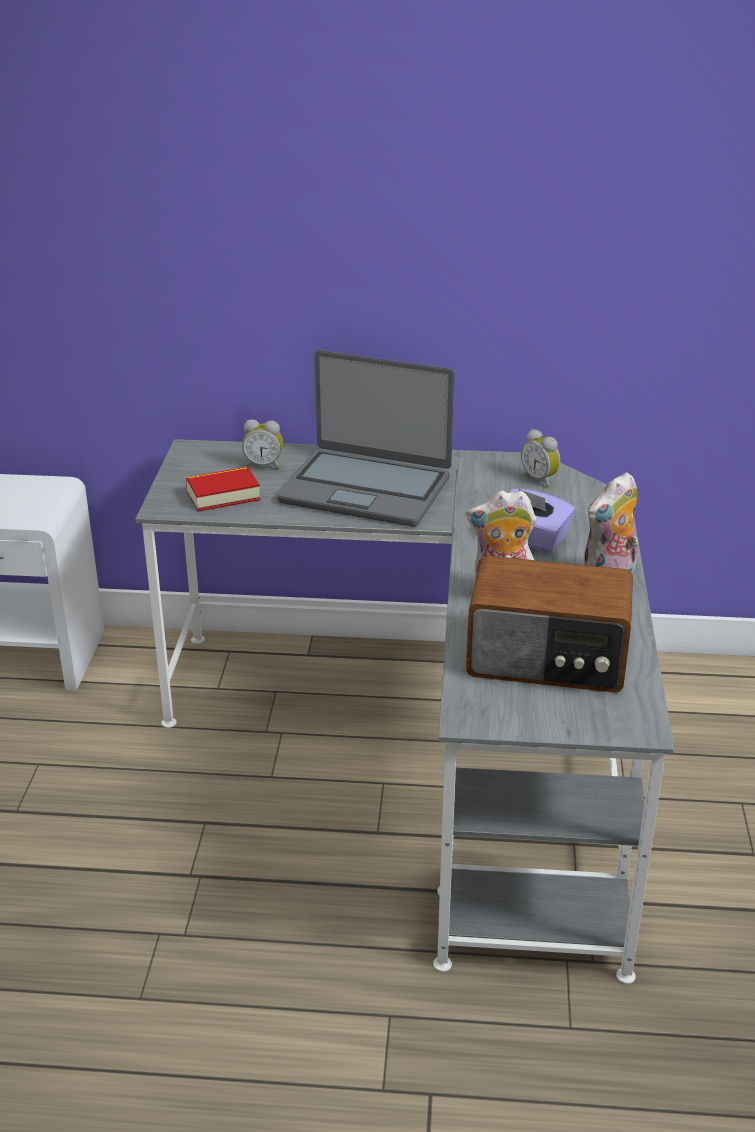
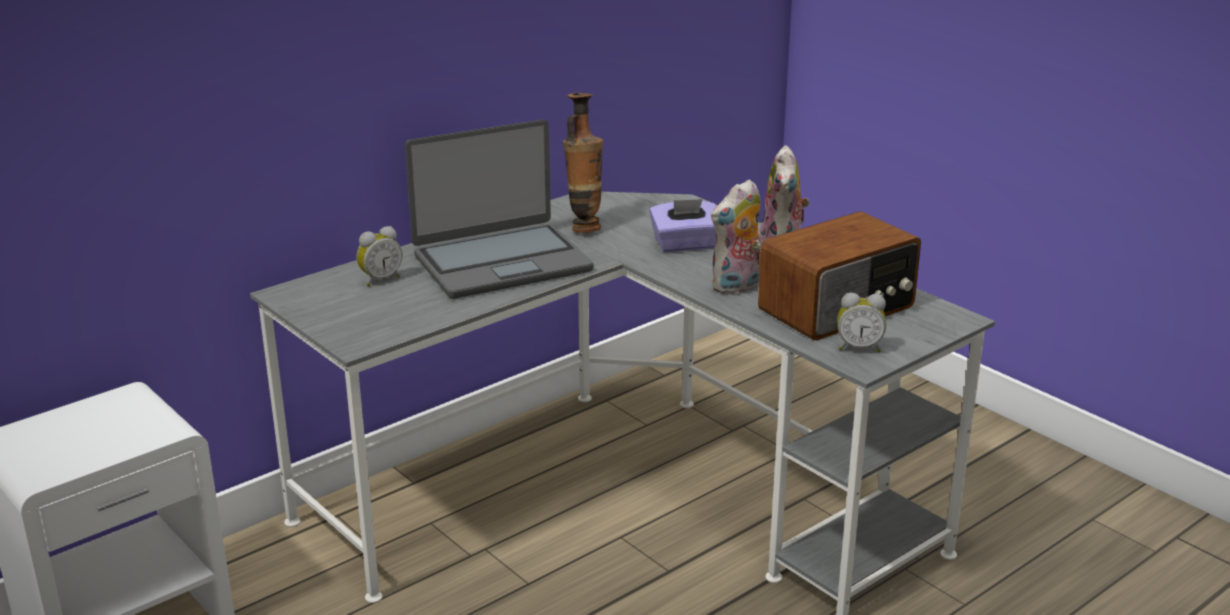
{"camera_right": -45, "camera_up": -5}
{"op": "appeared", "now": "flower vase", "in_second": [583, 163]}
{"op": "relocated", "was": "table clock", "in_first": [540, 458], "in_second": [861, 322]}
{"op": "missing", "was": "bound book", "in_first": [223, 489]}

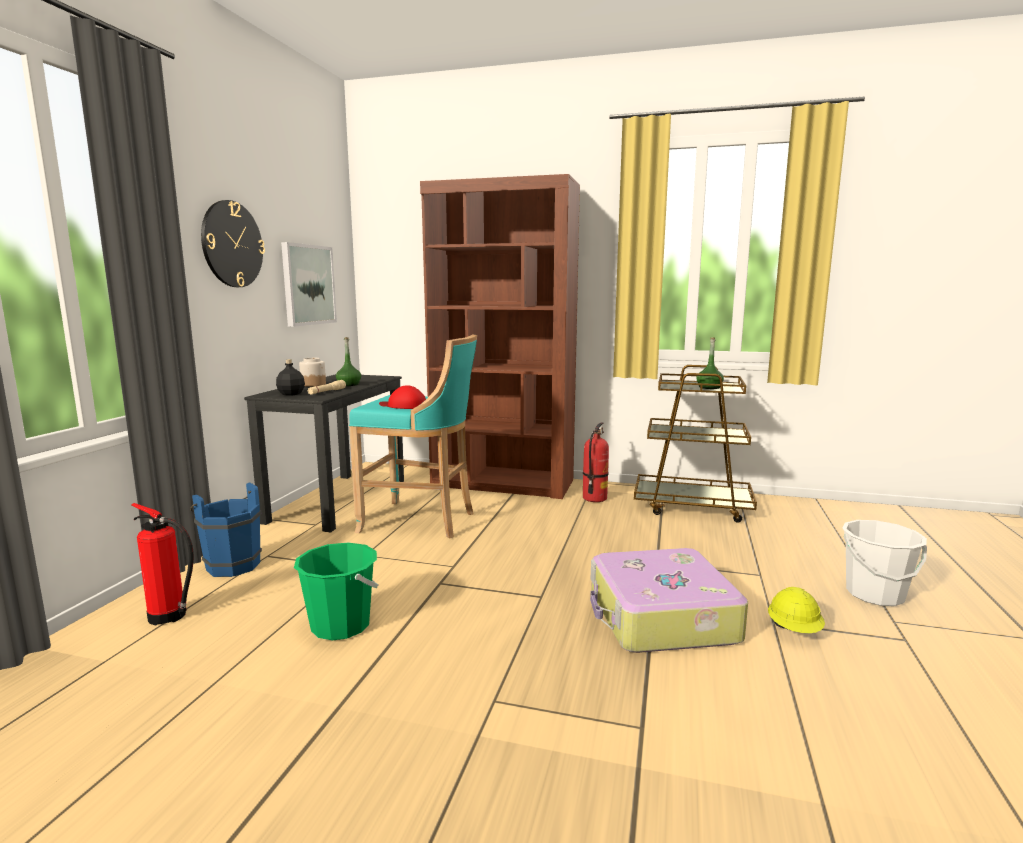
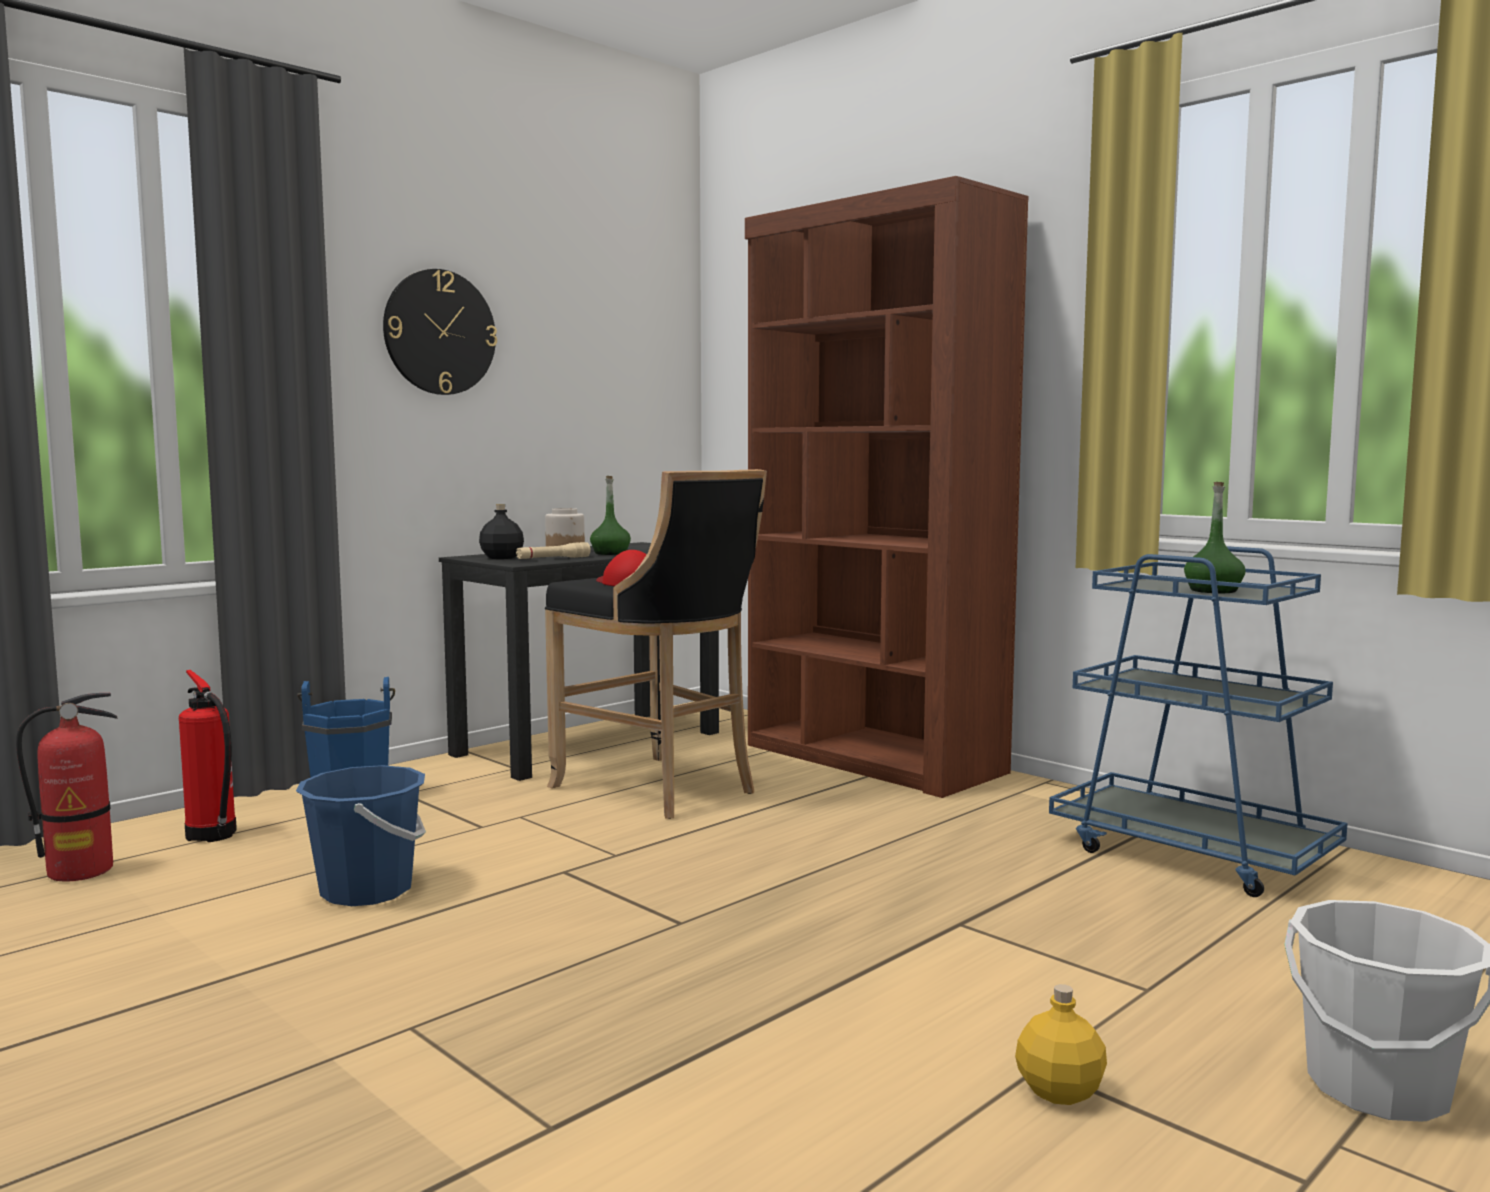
{"camera_right": 30, "camera_up": -5}
{"op": "relocated", "was": "fire-fighting cylinder", "in_first": [596, 462], "in_second": [66, 787]}
{"op": "colour", "was": "green-coloured water bucket", "now": "bluish water bucket", "in_first": [336, 591], "in_second": [361, 835]}
{"op": "colour", "was": "turquoise stool", "now": "blackish stool", "in_first": [413, 436], "in_second": [656, 644]}
{"op": "exchanged", "was": "yellow-coloured safety helmet", "now": "yellow-coloured beverage bottle", "in_first": [796, 610], "in_second": [1061, 1044]}
{"op": "colour", "was": "brown wheeled cart", "now": "bluish wheeled cart", "in_first": [695, 443], "in_second": [1198, 721]}
{"op": "missing", "was": "wall picture", "in_first": [309, 284]}
{"op": "missing", "was": "suitcase", "in_first": [669, 600]}

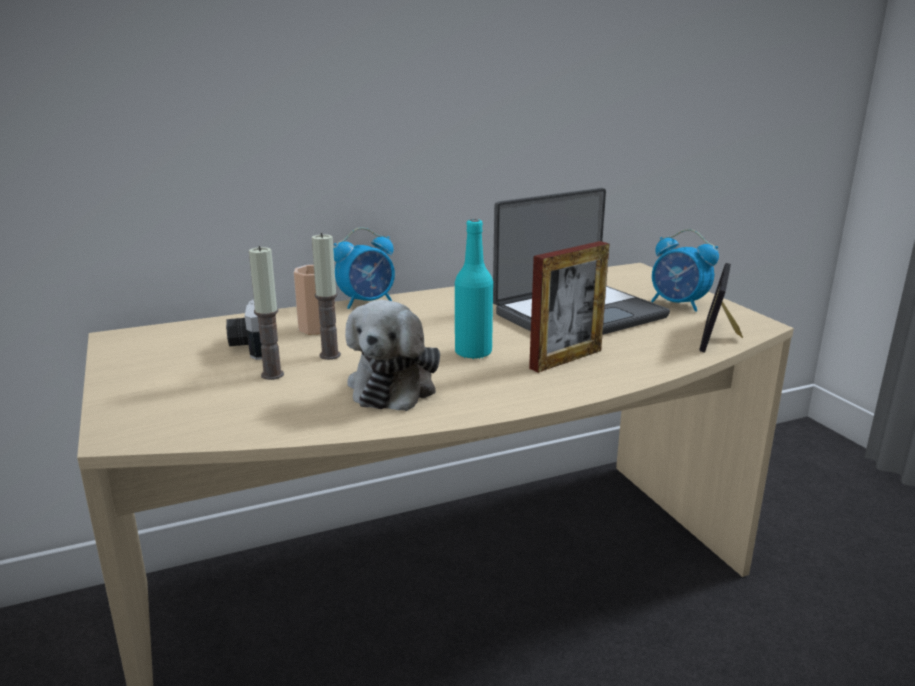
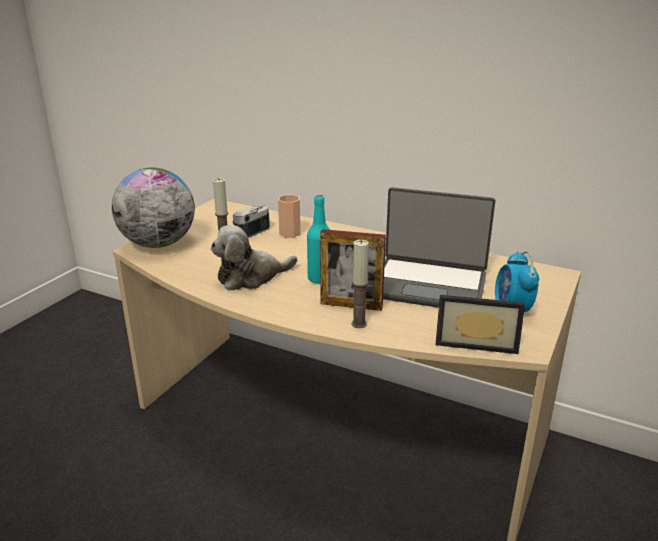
{"camera_right": 50, "camera_up": 5}
{"op": "appeared", "now": "desk globe", "in_second": [153, 208]}
{"op": "relocated", "was": "wax candle", "in_first": [326, 296], "in_second": [360, 284]}
{"op": "spun", "was": "photo frame", "in_first": [721, 308], "in_second": [480, 324], "clockwise": -150}
{"op": "missing", "was": "table clock", "in_first": [364, 268]}

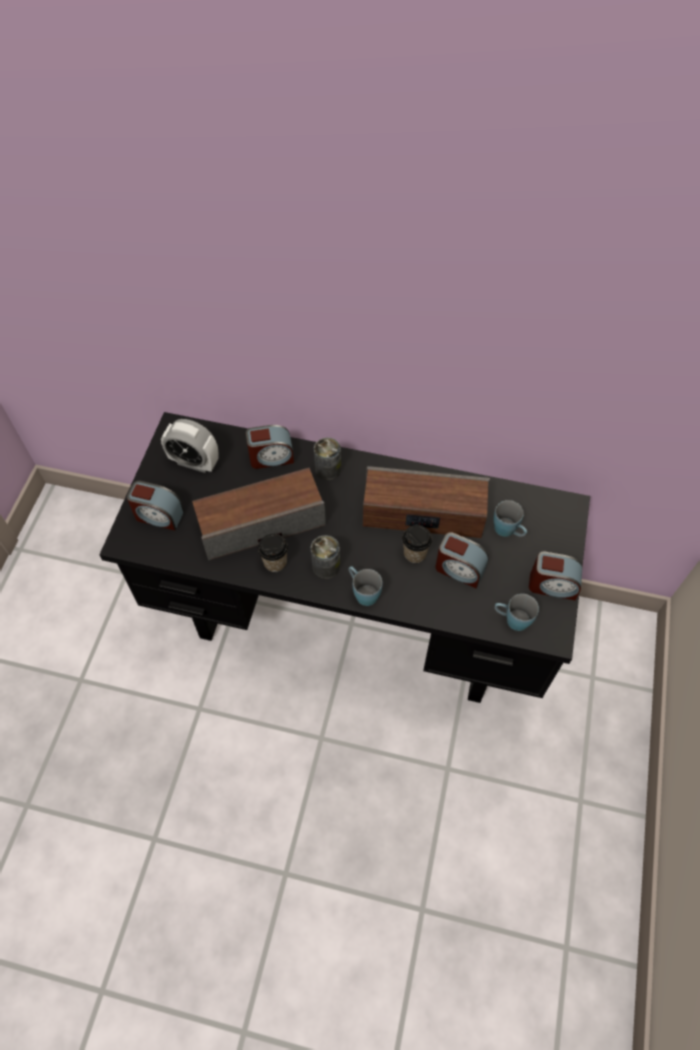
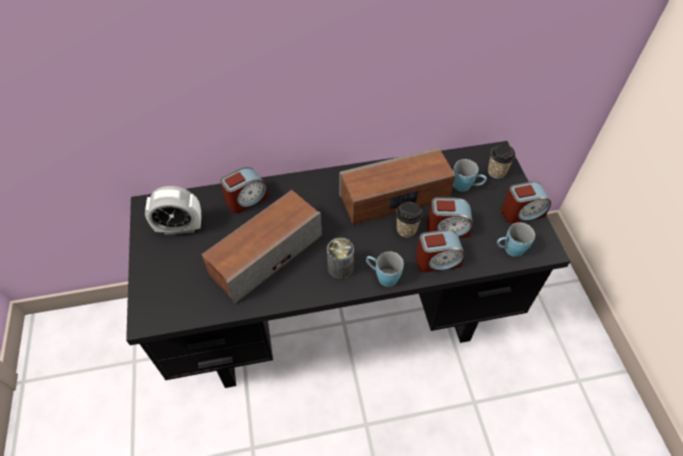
{"camera_right": -25, "camera_up": -5}
{"op": "relocated", "was": "table clock", "in_first": [155, 506], "in_second": [440, 251]}
{"op": "relocated", "was": "cup", "in_first": [273, 553], "in_second": [501, 161]}
{"op": "missing", "was": "metal can", "in_first": [327, 458]}

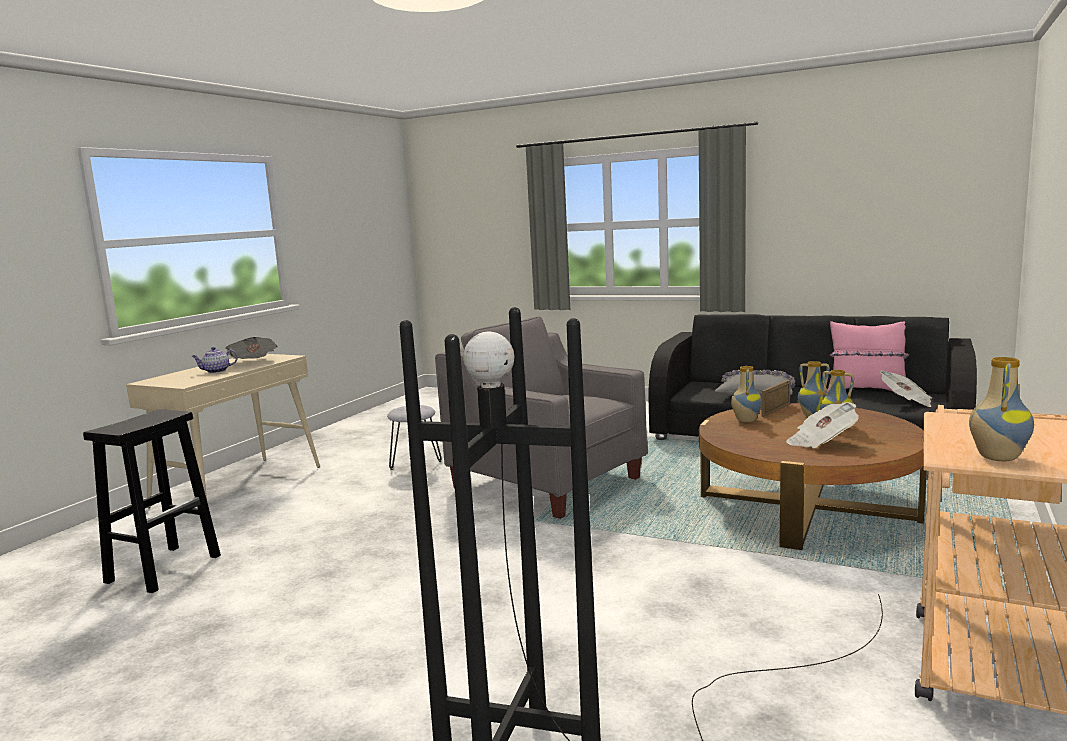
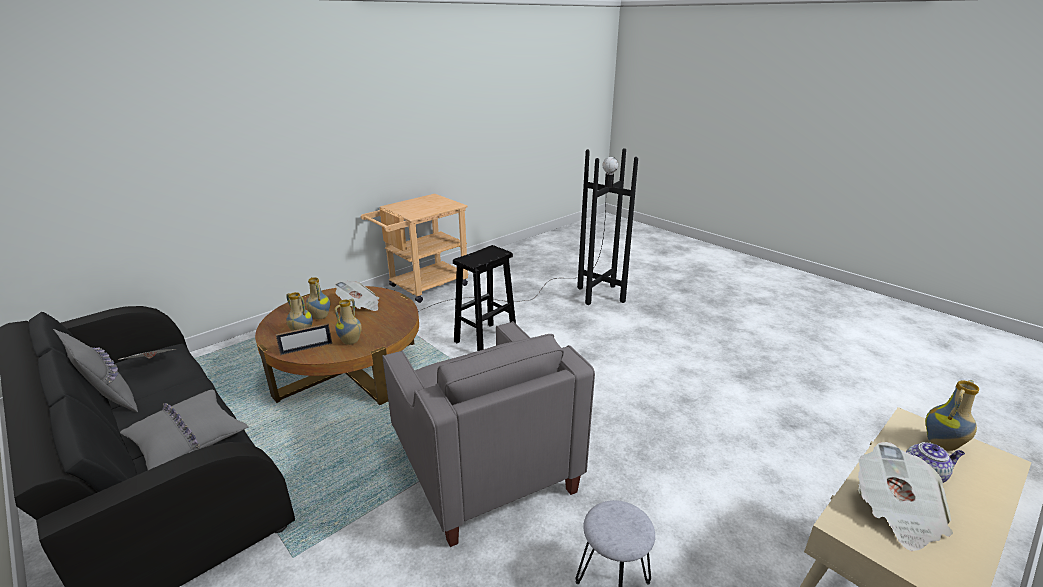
{"camera_right": -160, "camera_up": 15}
{"op": "colour", "was": "pink-coloured cushion", "now": "greyish cushion", "in_first": [869, 356], "in_second": [95, 370]}
{"op": "relocated", "was": "blackish stool", "in_first": [152, 501], "in_second": [484, 298]}
{"op": "relocated", "was": "flower vase", "in_first": [1001, 409], "in_second": [952, 415]}

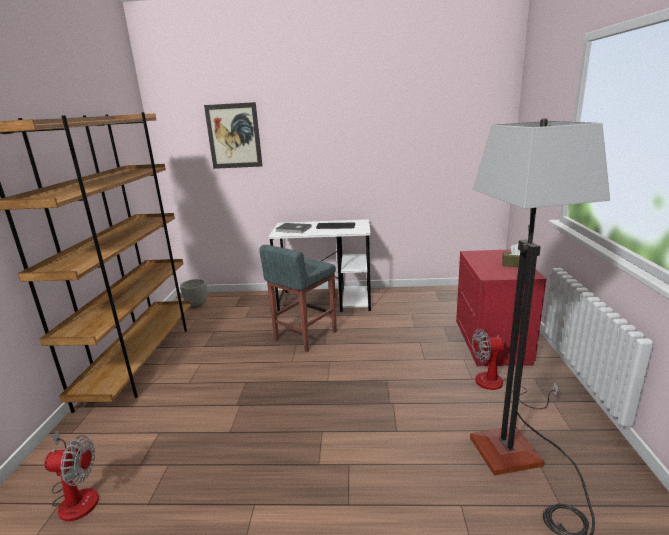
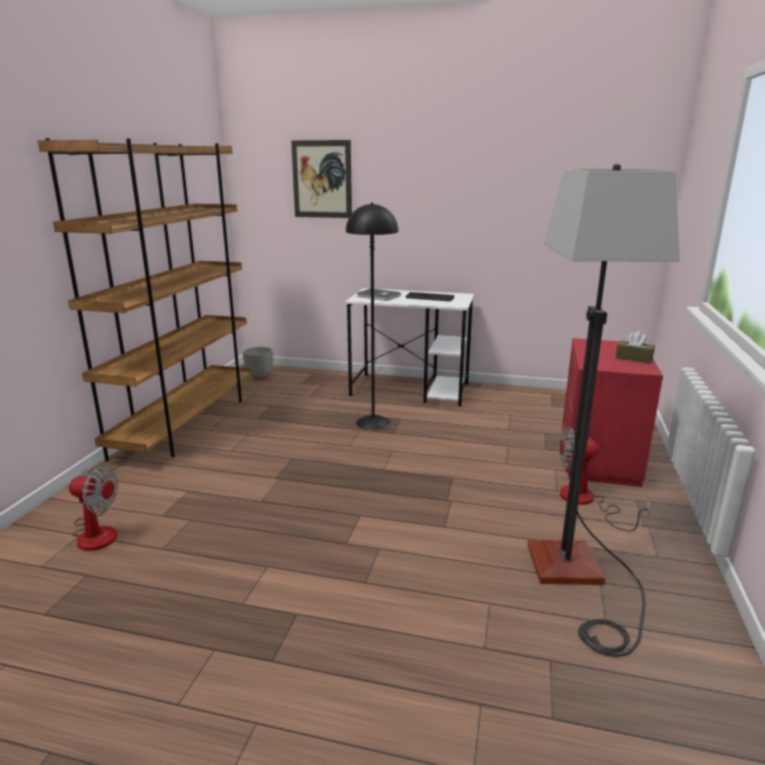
{"camera_right": 10, "camera_up": 0}
{"op": "exchanged", "was": "greyish stool", "now": "blackish floor lamp", "in_first": [298, 298], "in_second": [372, 316]}

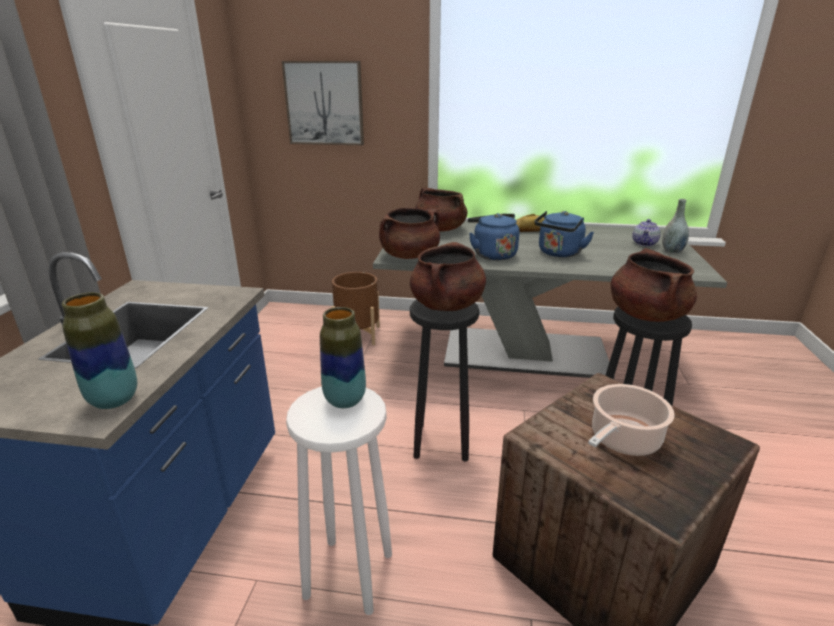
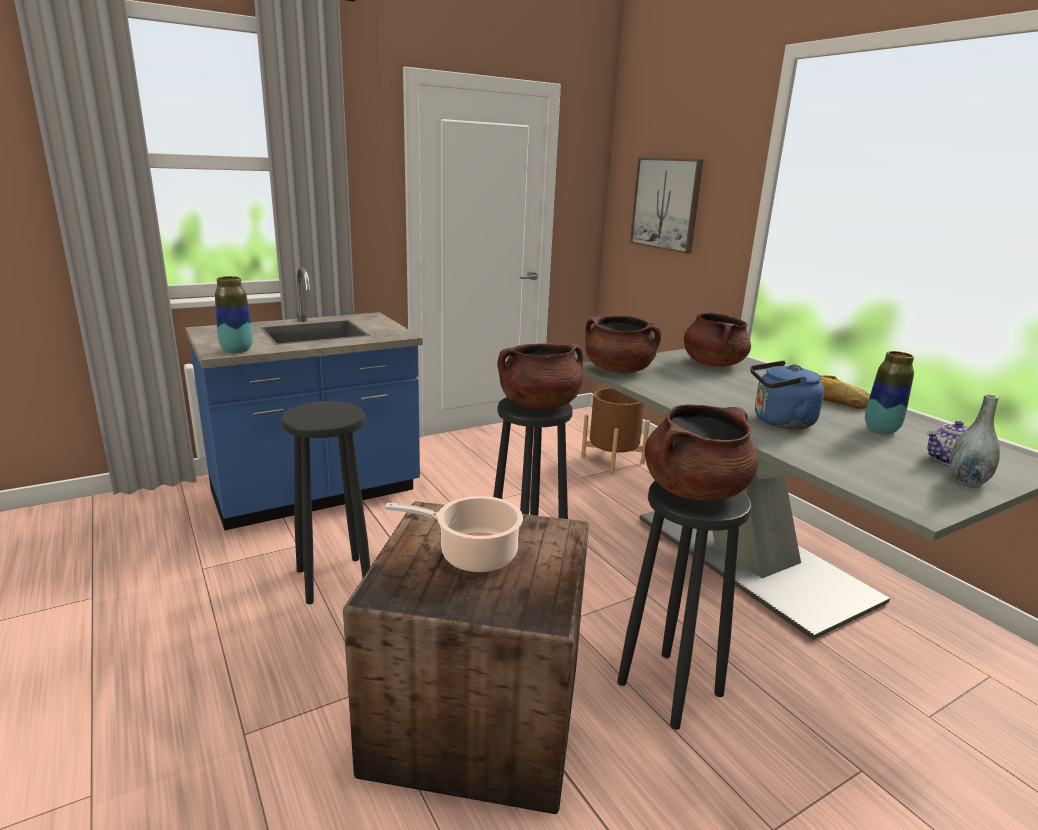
{"camera_right": 50, "camera_up": -5}
{"op": "colour", "was": "whitish stool", "now": "blackish stool", "in_first": [339, 501], "in_second": [325, 502]}
{"op": "relocated", "was": "flower vase", "in_first": [343, 357], "in_second": [889, 392]}
{"op": "missing", "was": "bluish tea kettle", "in_first": [493, 236]}

